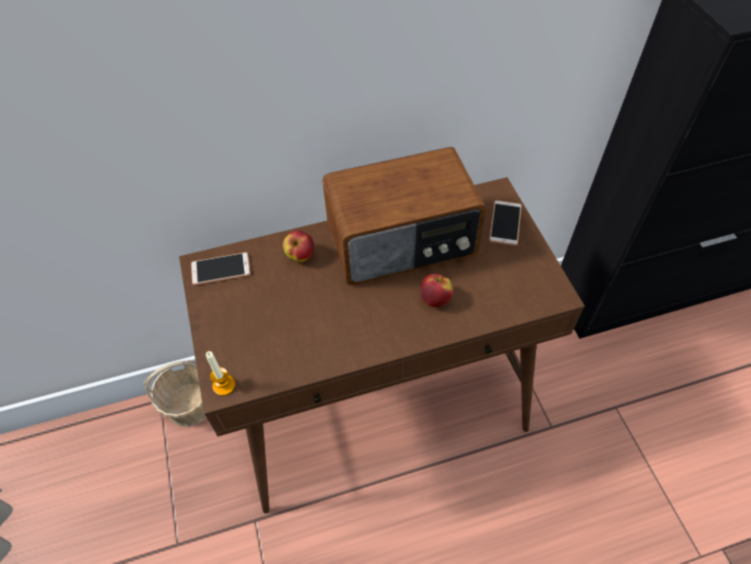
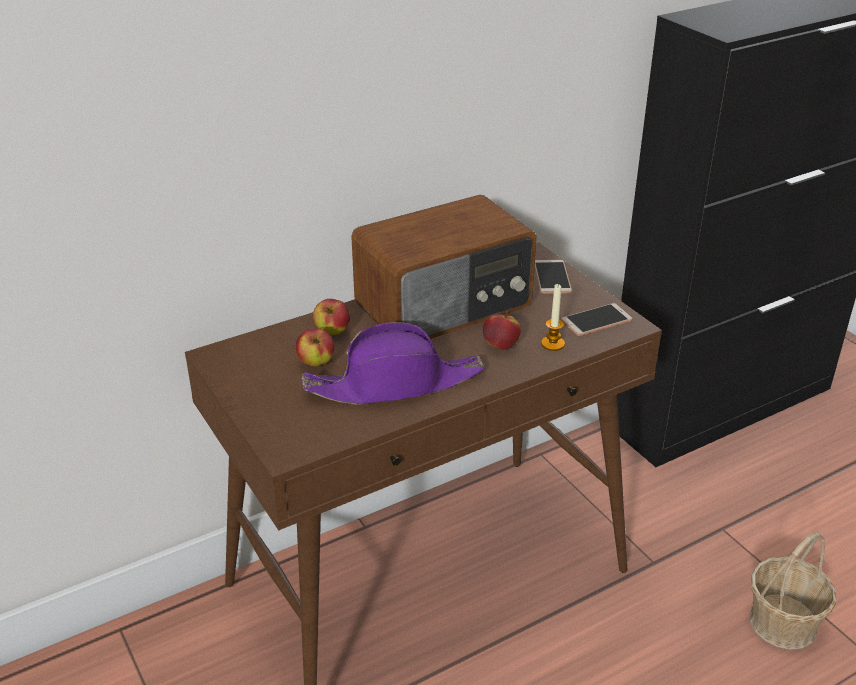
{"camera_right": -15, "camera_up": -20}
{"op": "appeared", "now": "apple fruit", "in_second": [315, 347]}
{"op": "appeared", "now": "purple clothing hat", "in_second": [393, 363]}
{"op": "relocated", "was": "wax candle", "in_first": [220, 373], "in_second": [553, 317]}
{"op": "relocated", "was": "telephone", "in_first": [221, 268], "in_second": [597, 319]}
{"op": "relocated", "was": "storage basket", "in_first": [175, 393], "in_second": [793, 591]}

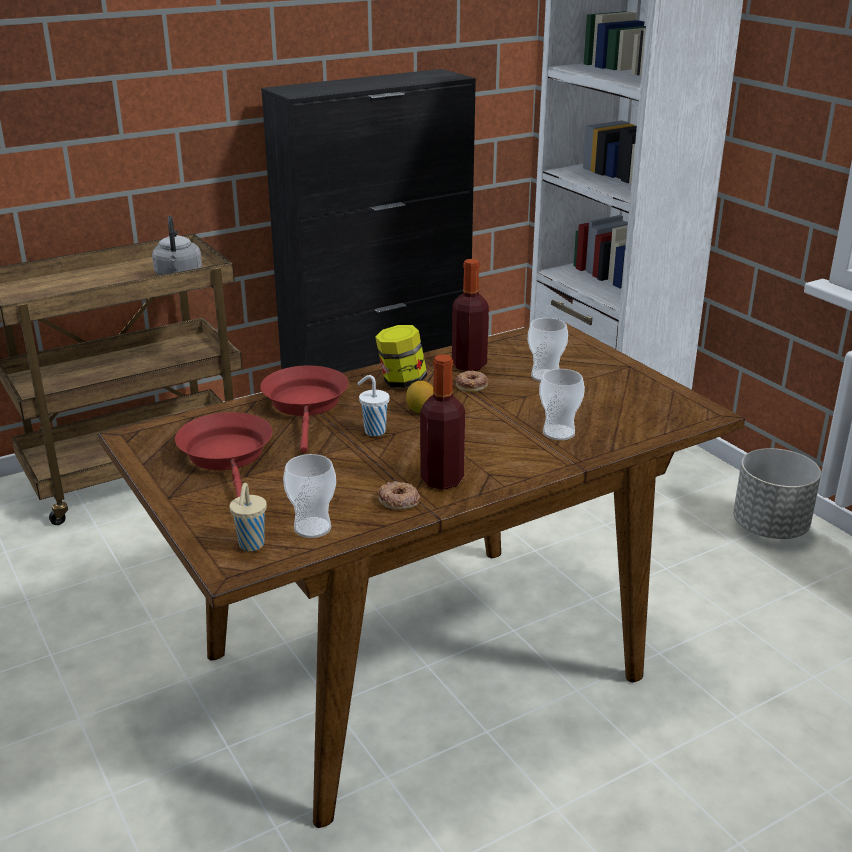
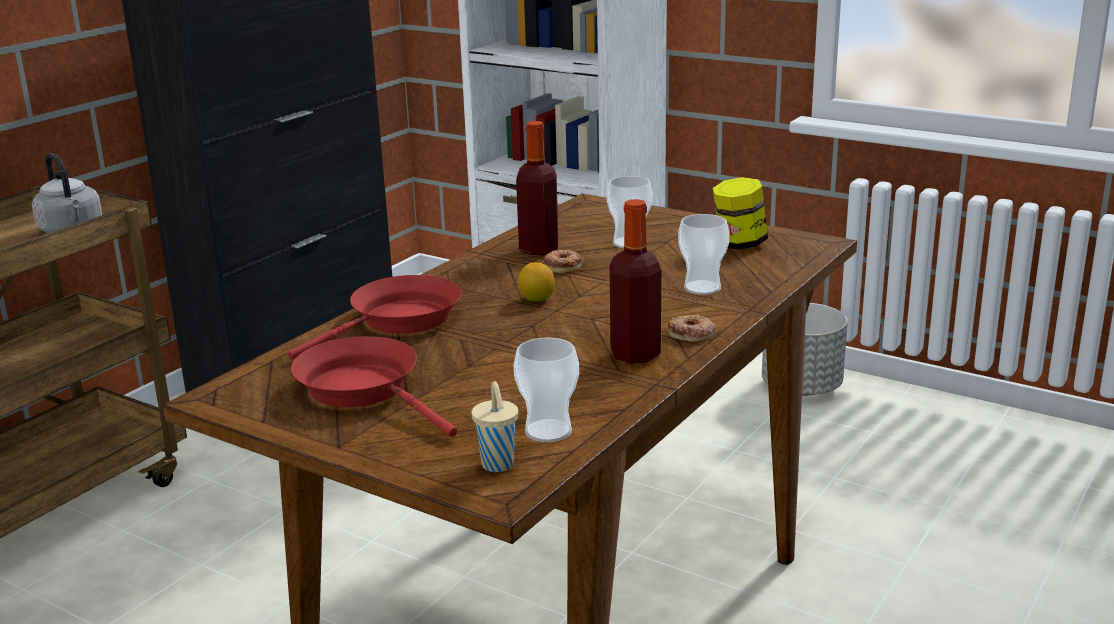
{"camera_right": -25, "camera_up": -5}
{"op": "spun", "was": "reddish skillet", "in_first": [304, 409], "in_second": [375, 317], "clockwise": 75}
{"op": "relocated", "was": "donut", "in_first": [399, 495], "in_second": [692, 328]}
{"op": "relocated", "was": "preserve jar", "in_first": [401, 356], "in_second": [740, 213]}
{"op": "missing", "was": "whitish cup", "in_first": [373, 405]}

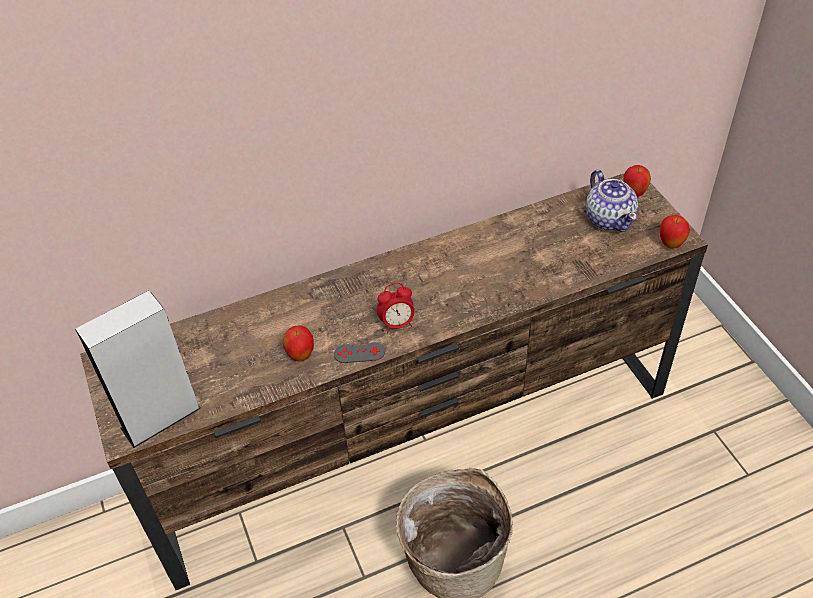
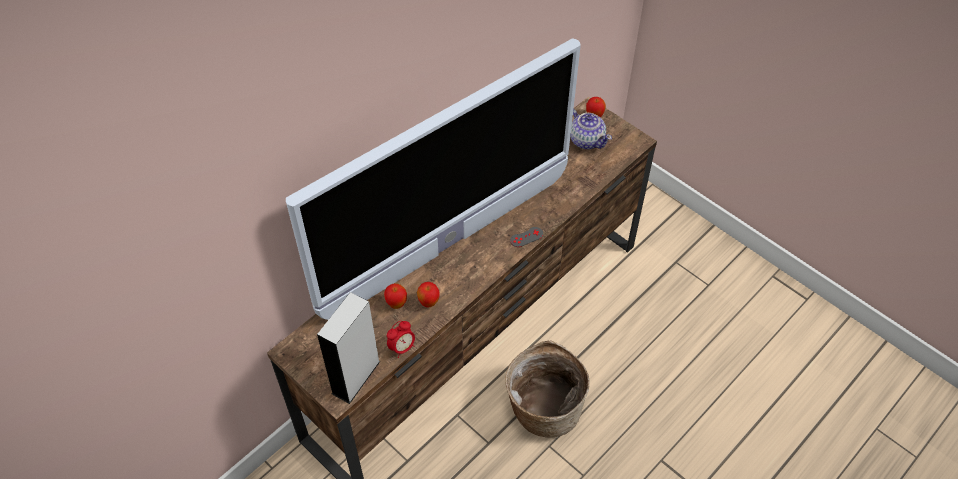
{"camera_right": -25, "camera_up": 5}
{"op": "appeared", "now": "TV", "in_second": [433, 179]}
{"op": "relocated", "was": "apple fruit", "in_first": [675, 231], "in_second": [395, 296]}
{"op": "relocated", "was": "table clock", "in_first": [395, 308], "in_second": [401, 339]}
{"op": "relocated", "was": "greyish game controller", "in_first": [359, 352], "in_second": [526, 237]}

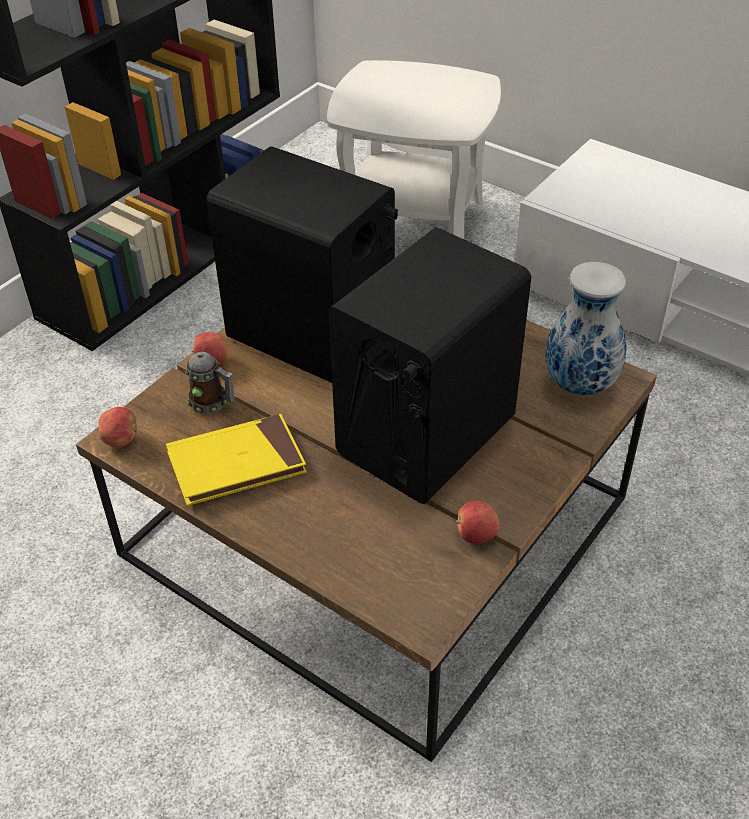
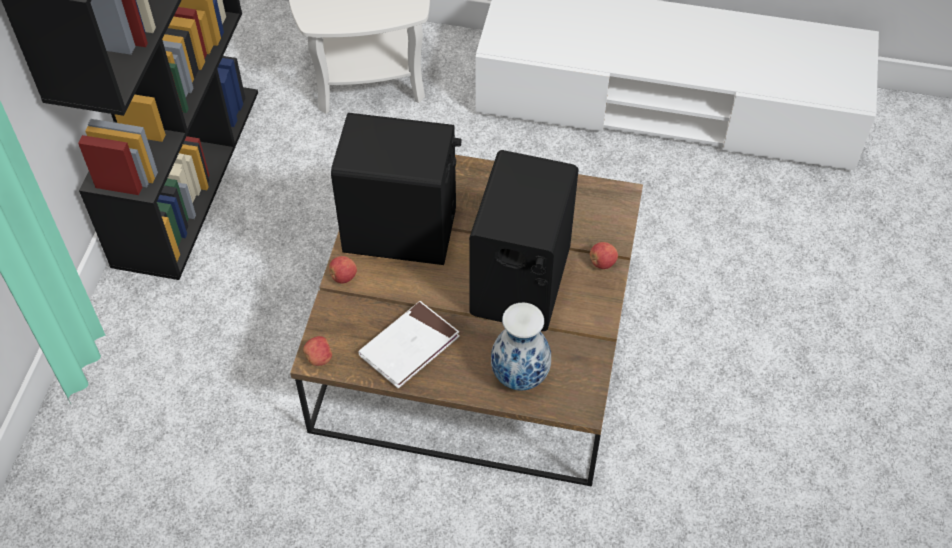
{"camera_right": -25, "camera_up": 10}
{"op": "colour", "was": "yellow-coloured bound book", "now": "whitish bound book", "in_first": [236, 460], "in_second": [409, 344]}
{"op": "relocated", "was": "flower vase", "in_first": [585, 328], "in_second": [521, 347]}
{"op": "relocated", "was": "apple fruit", "in_first": [477, 522], "in_second": [604, 255]}
{"op": "missing", "was": "coffee mug", "in_first": [210, 383]}

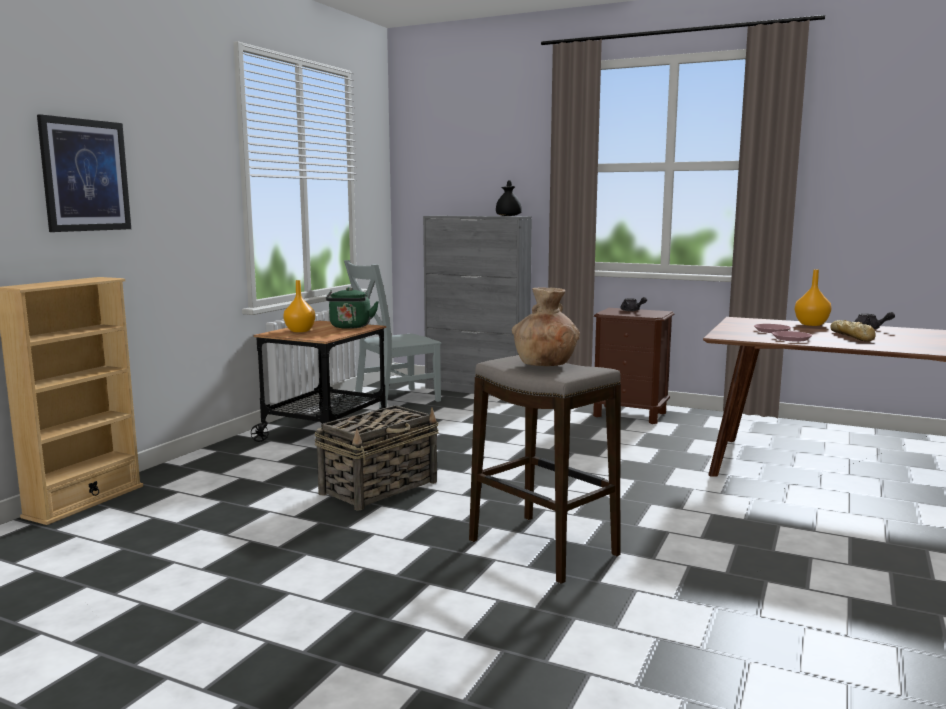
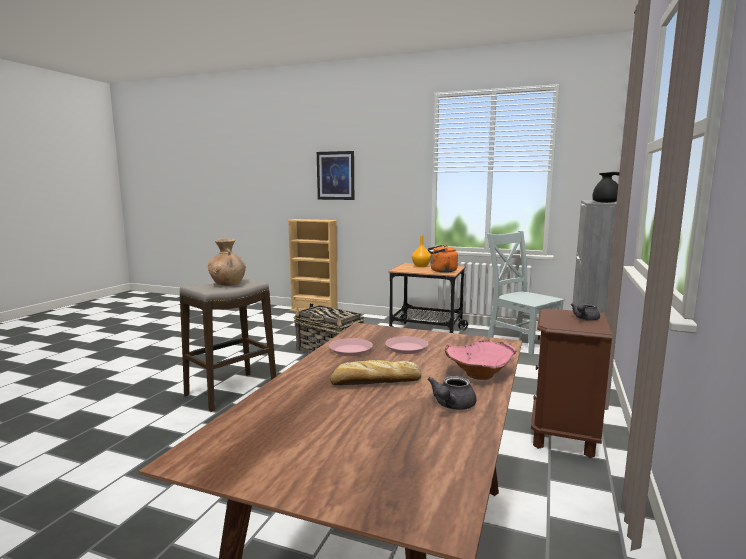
{"camera_right": 85, "camera_up": 0}
{"op": "colour", "was": "green-coloured tea kettle", "now": "orangey tea kettle", "in_first": [352, 308], "in_second": [443, 259]}
{"op": "exchanged", "was": "orangey flower vase", "now": "pink-coloured deep dish", "in_first": [813, 297], "in_second": [481, 360]}

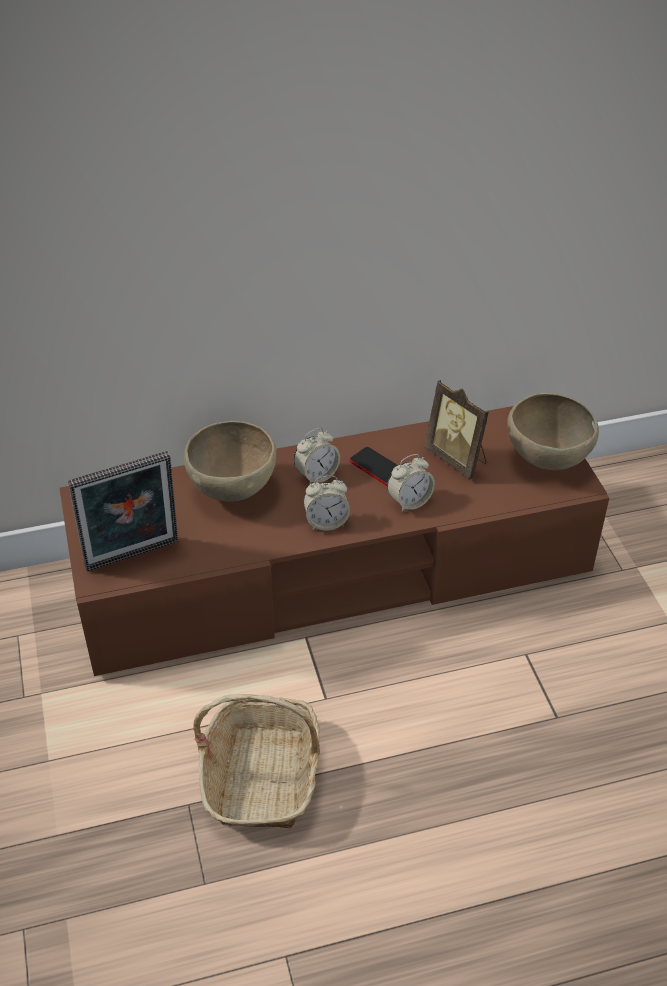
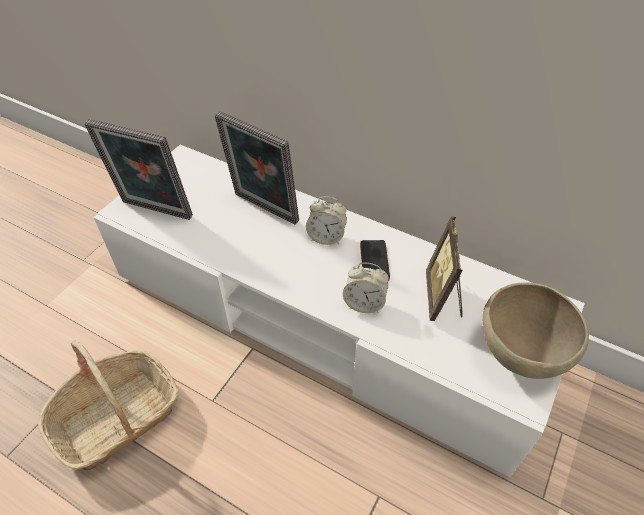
{"camera_right": 45, "camera_up": 5}
{"op": "colour", "was": "brown tv unit", "now": "whitish tv unit", "in_first": [334, 541], "in_second": [339, 311]}
{"op": "exchanged", "was": "brown deep dish", "now": "photo frame", "in_first": [230, 461], "in_second": [257, 168]}
{"op": "missing", "was": "table clock", "in_first": [327, 503]}

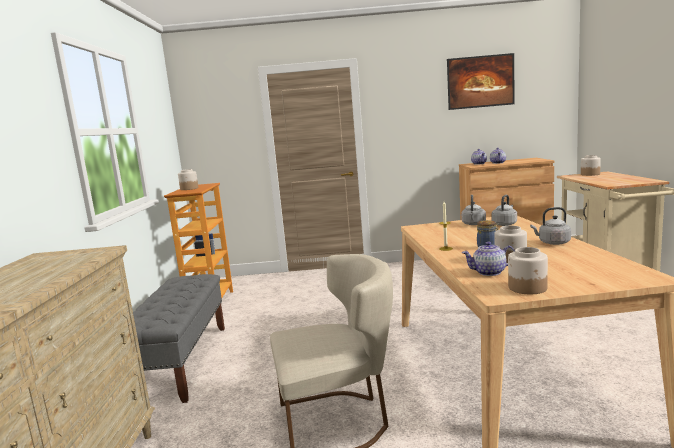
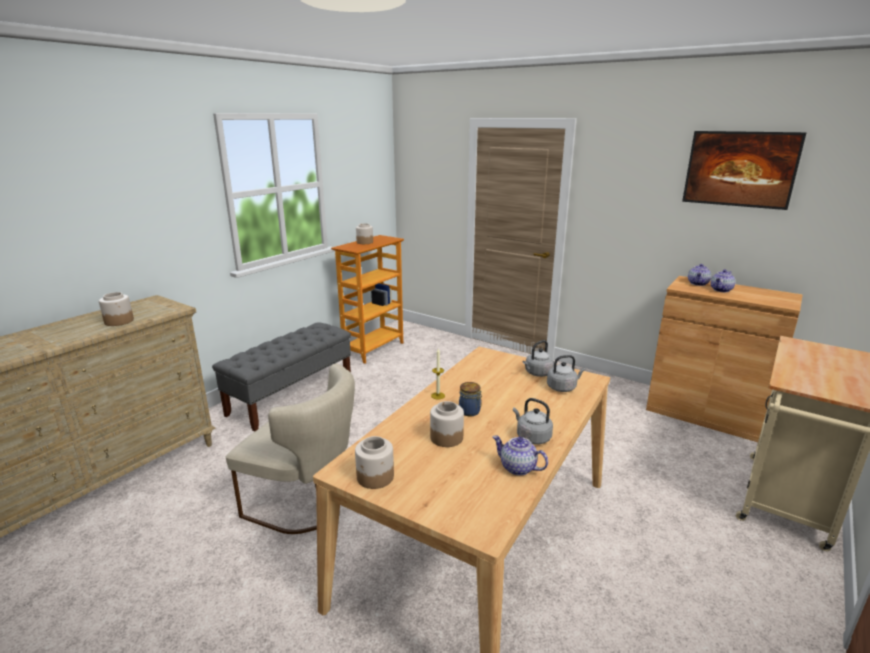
{"camera_right": 35, "camera_up": 10}
{"op": "relocated", "was": "preserve jar", "in_first": [591, 165], "in_second": [116, 309]}
{"op": "relocated", "was": "tea pot", "in_first": [488, 259], "in_second": [520, 455]}

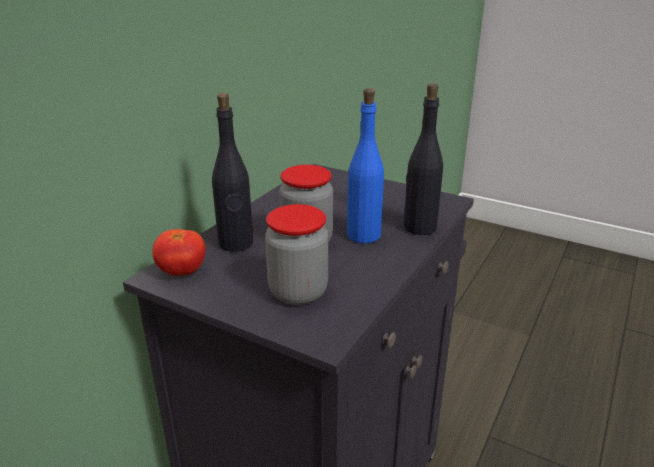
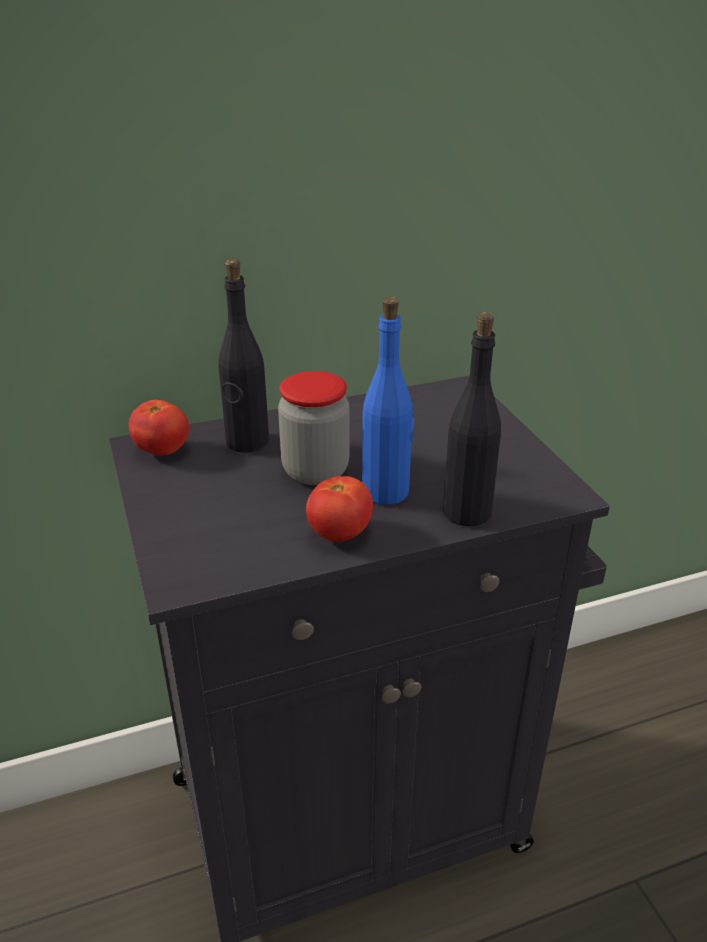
{"camera_right": 40, "camera_up": 5}
{"op": "appeared", "now": "tomato", "in_second": [339, 509]}
{"op": "missing", "was": "preserve jar", "in_first": [296, 254]}

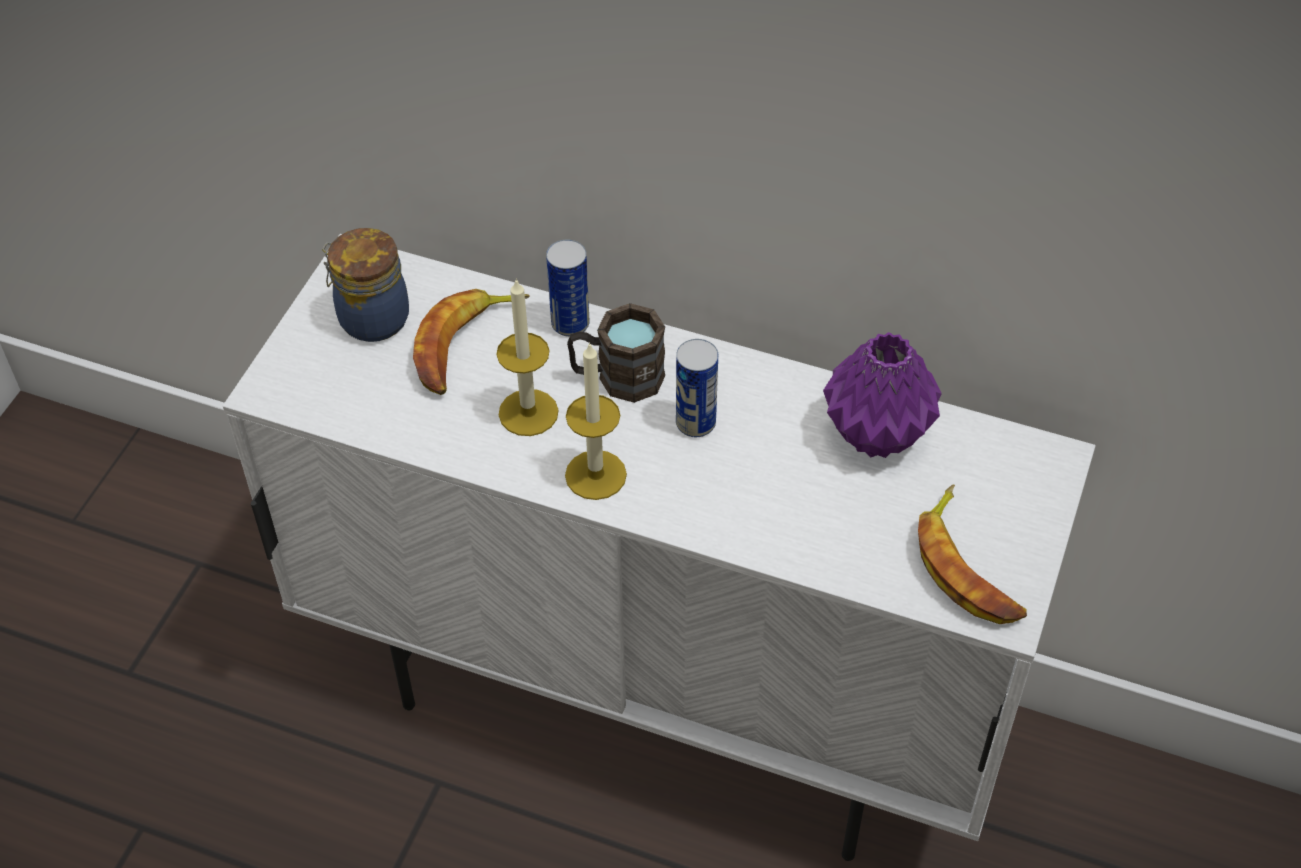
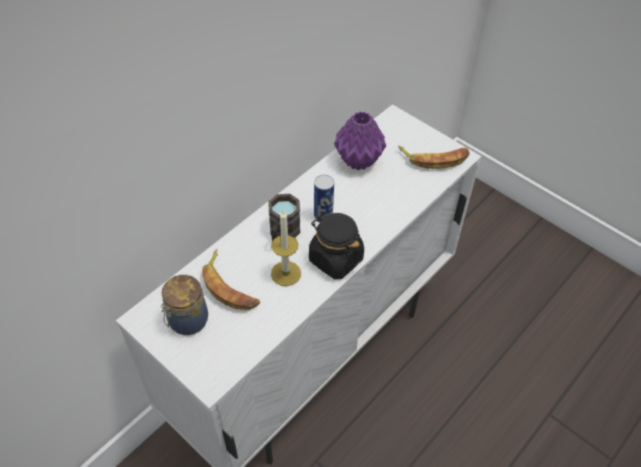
{"camera_right": -70, "camera_up": 0}
{"op": "exchanged", "was": "wax candle", "now": "blackish preserve jar", "in_first": [596, 421], "in_second": [336, 246]}
{"op": "missing", "was": "metal can", "in_first": [568, 288]}

